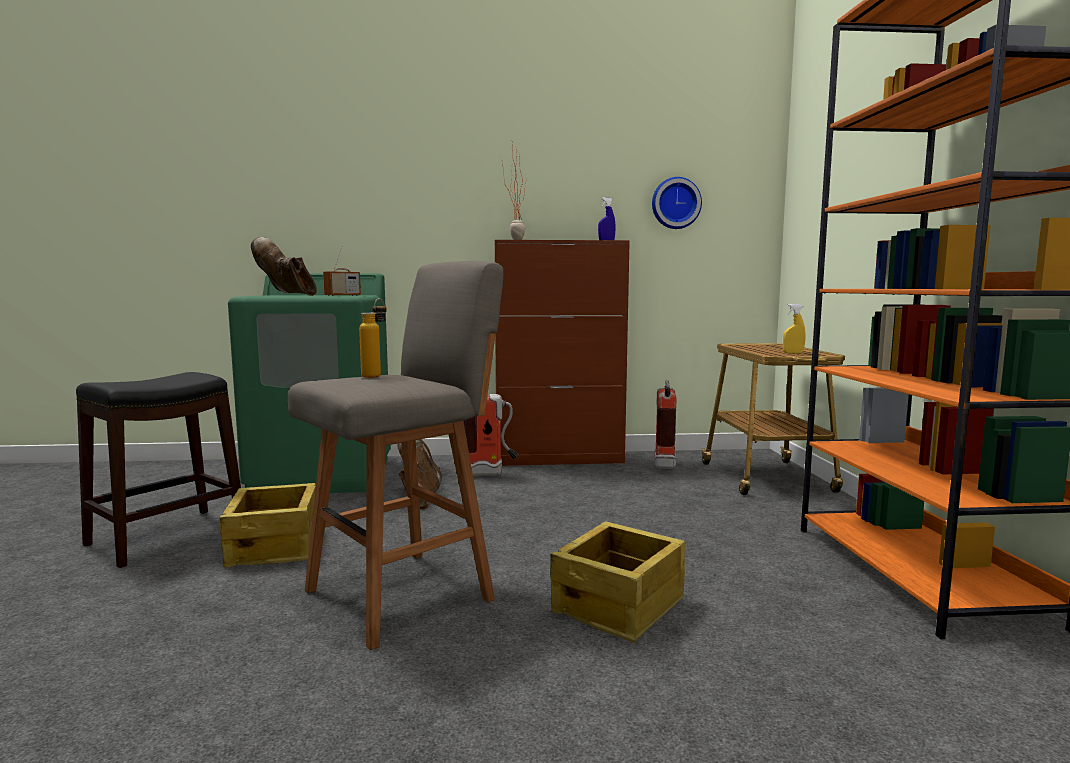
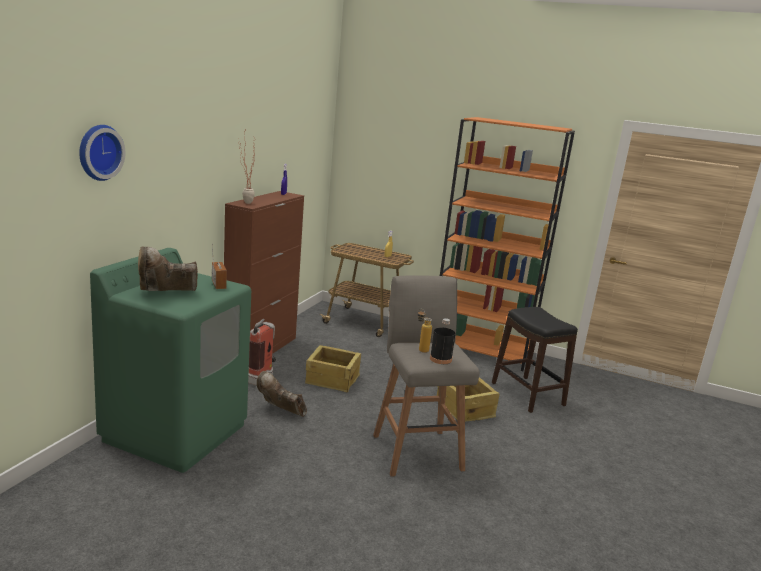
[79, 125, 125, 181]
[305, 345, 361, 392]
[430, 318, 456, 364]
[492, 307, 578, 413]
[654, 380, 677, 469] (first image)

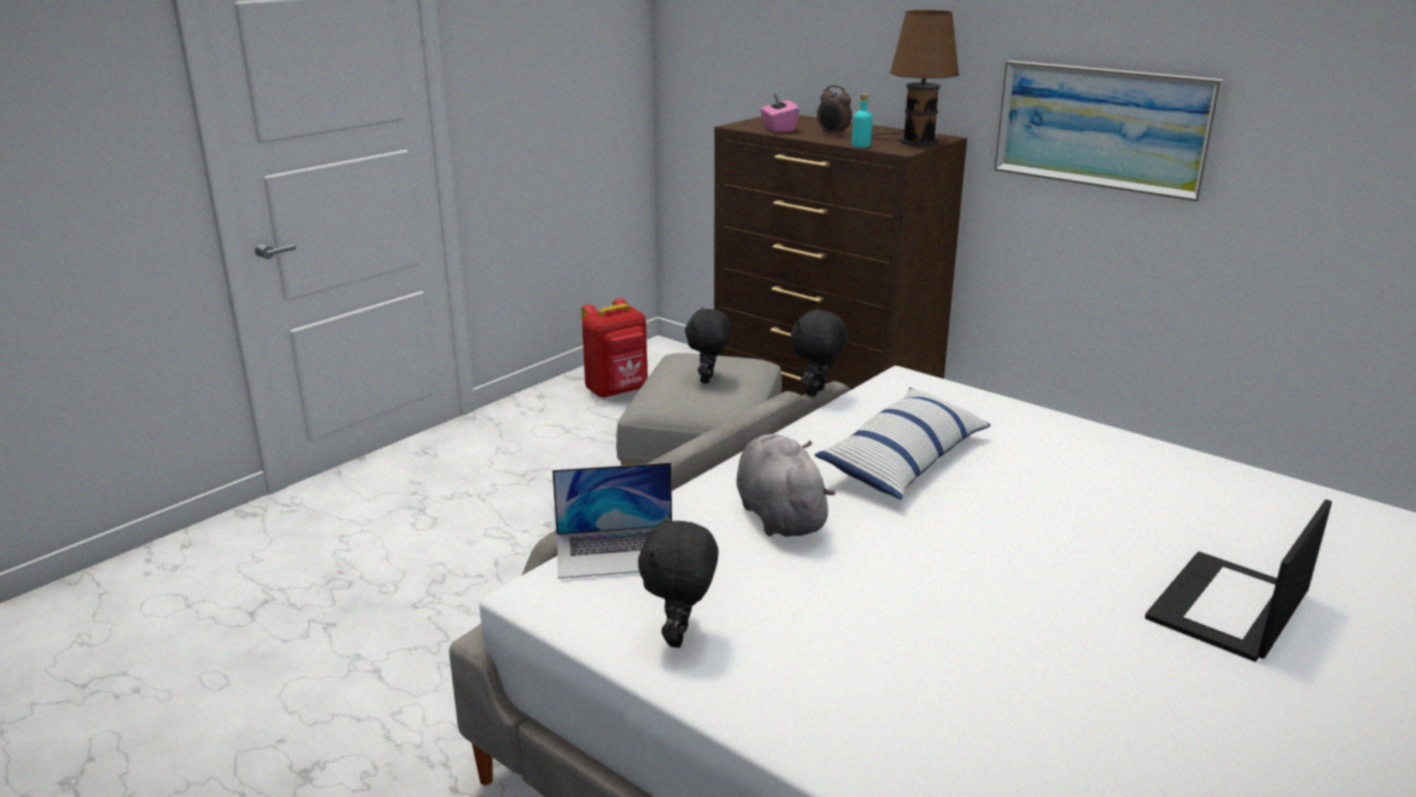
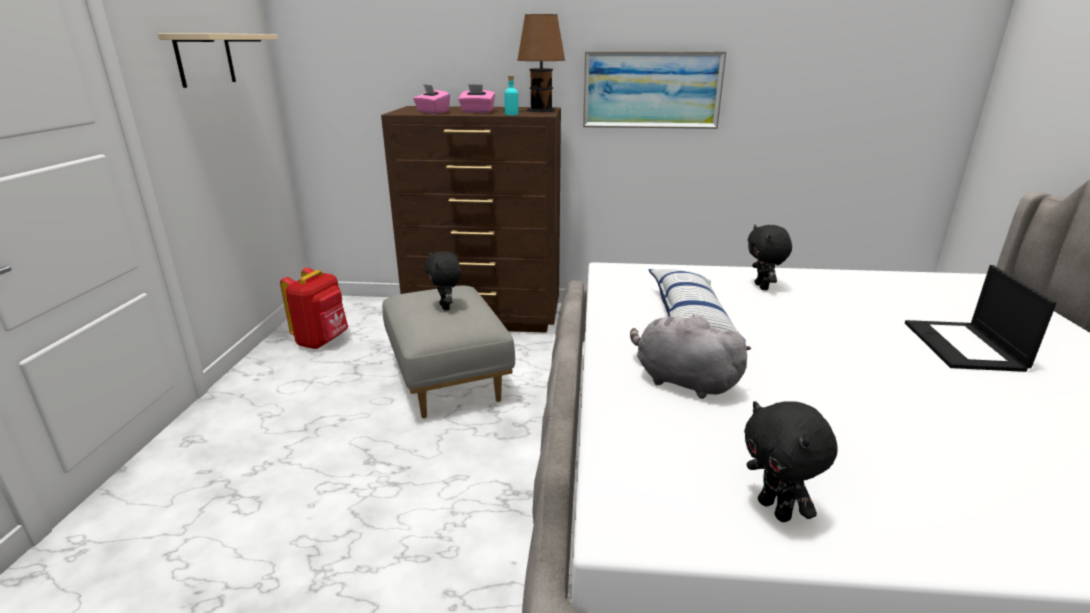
[158, 33, 278, 88]
[458, 84, 495, 113]
[748, 225, 792, 290]
[552, 462, 672, 579] (first image)

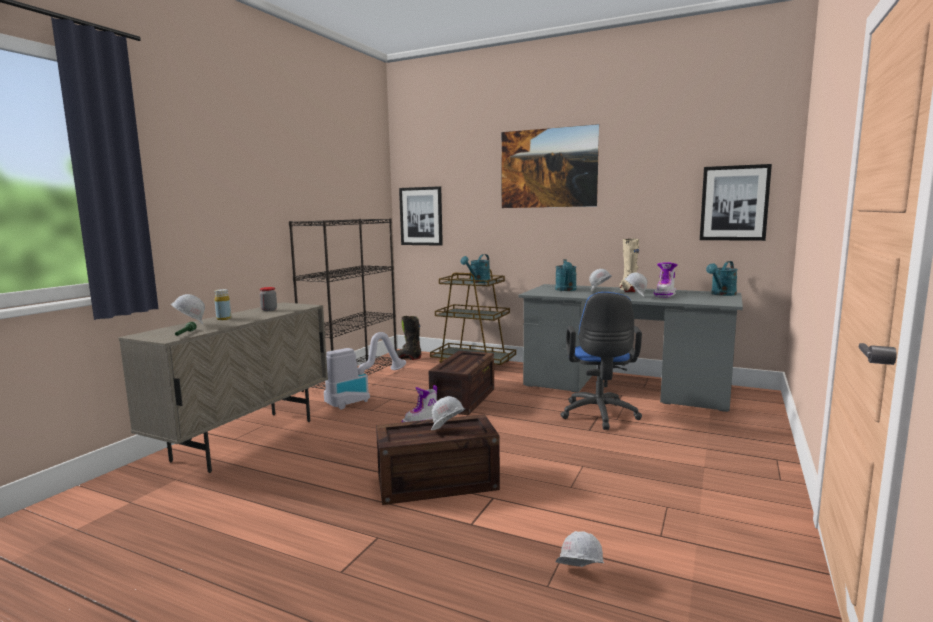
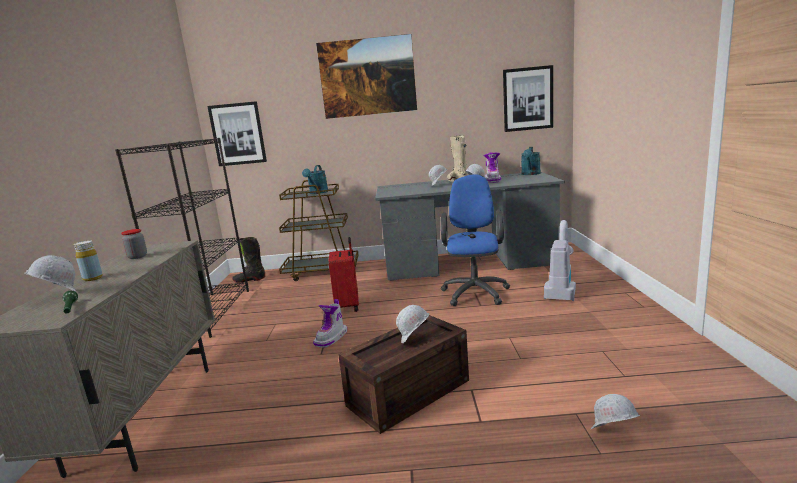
[328, 237, 359, 312]
[441, 174, 510, 306]
[544, 220, 576, 301]
[555, 259, 577, 291] (first image)

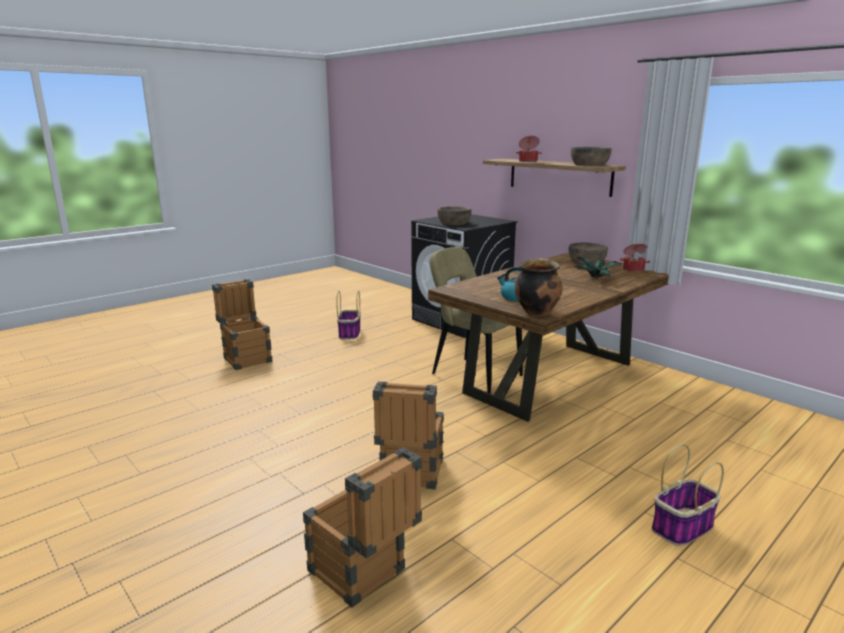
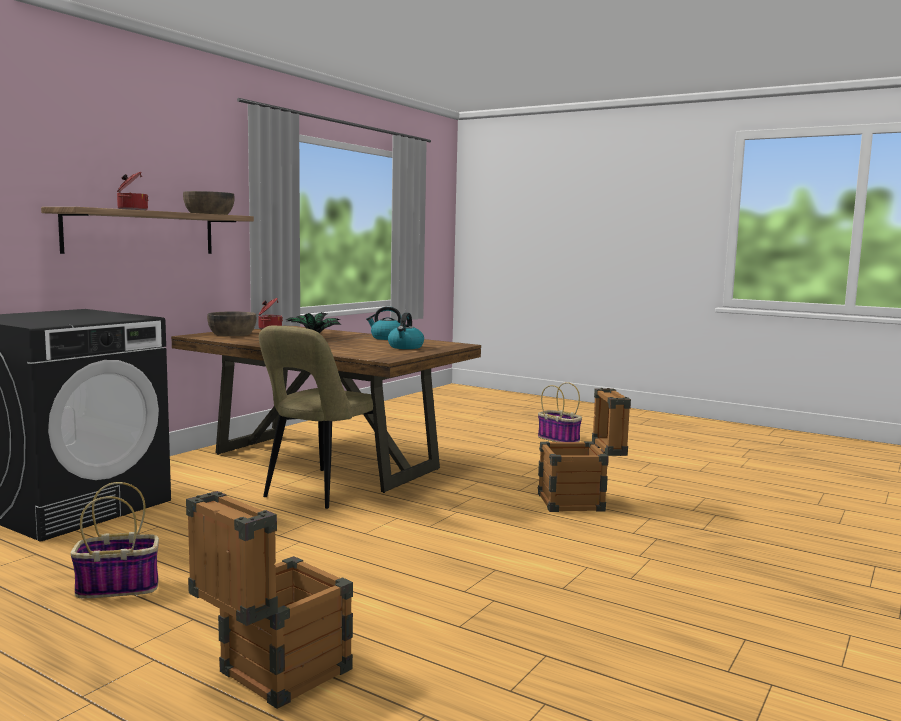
[366, 306, 401, 340]
[303, 447, 422, 608] (first image)
[437, 206, 472, 225] (first image)
[515, 258, 562, 316] (first image)

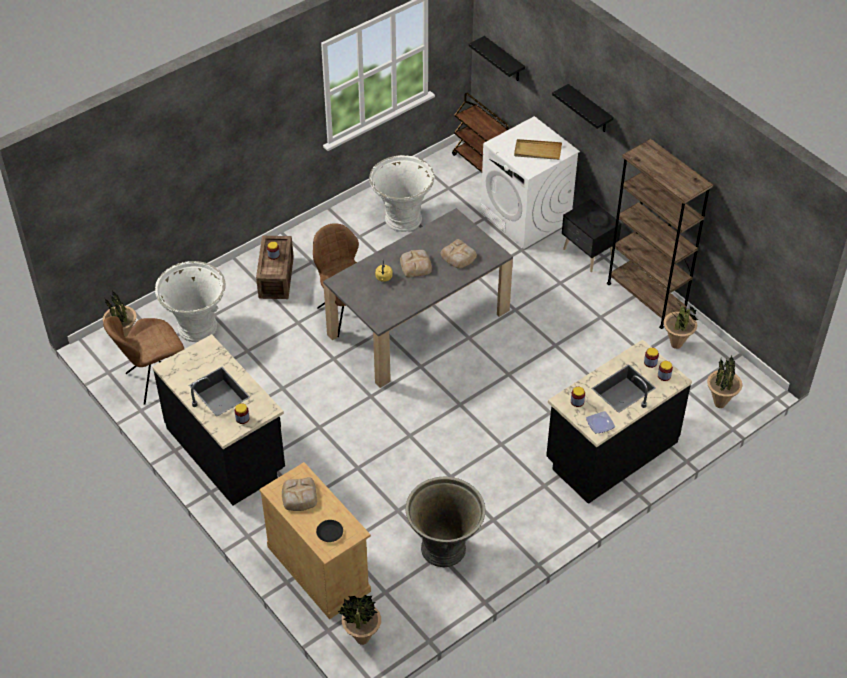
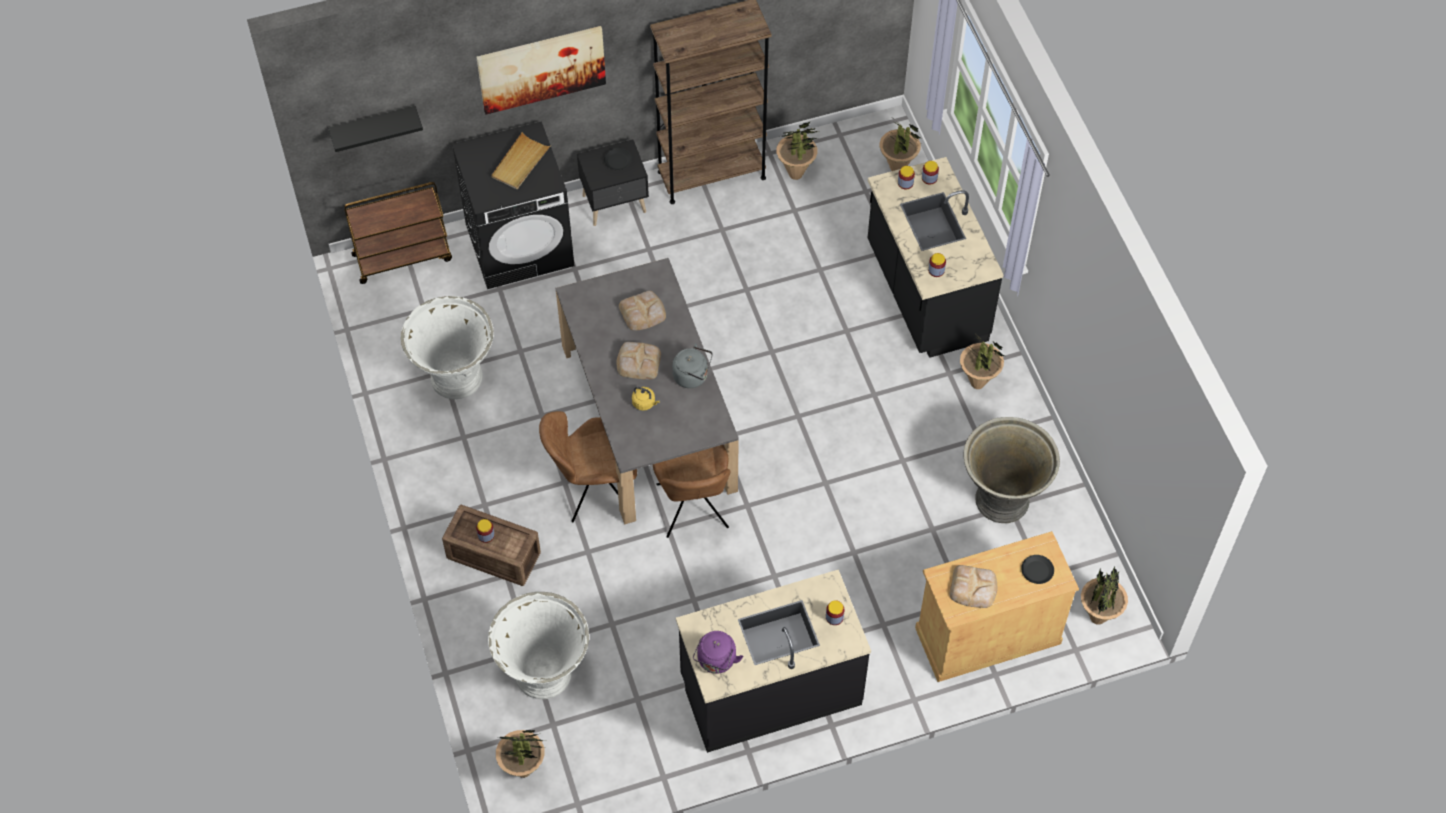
[452, 121, 574, 289]
[476, 26, 606, 115]
[653, 445, 730, 538]
[672, 344, 713, 388]
[693, 631, 743, 674]
[960, 337, 1004, 389]
[586, 411, 615, 434] (first image)

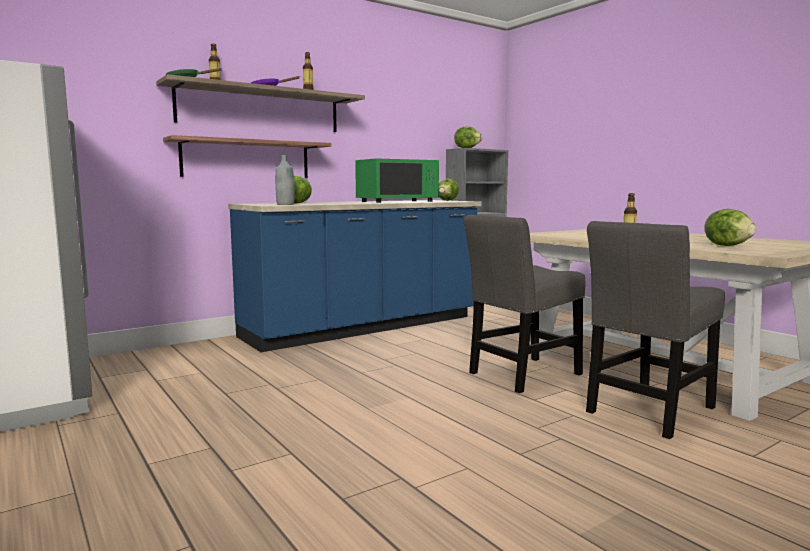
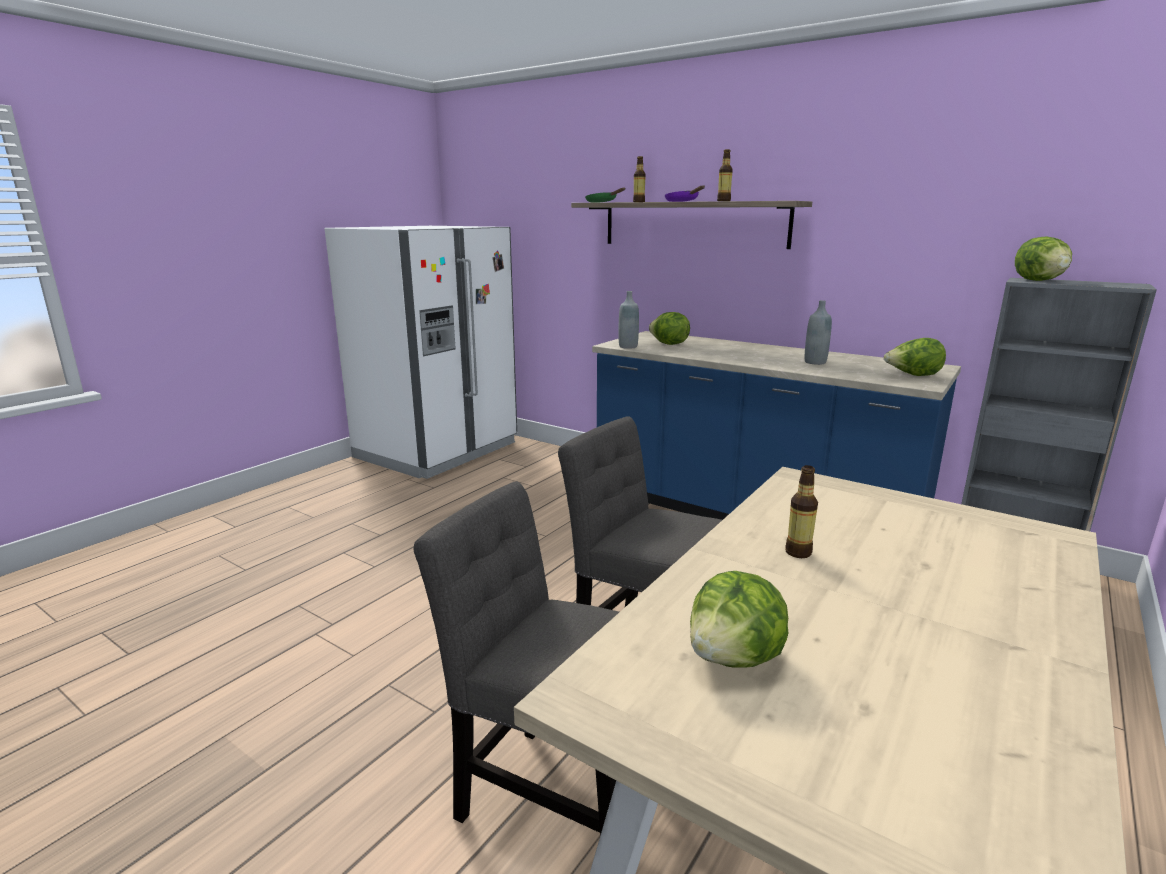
[805, 300, 832, 365]
[163, 135, 332, 178] (first image)

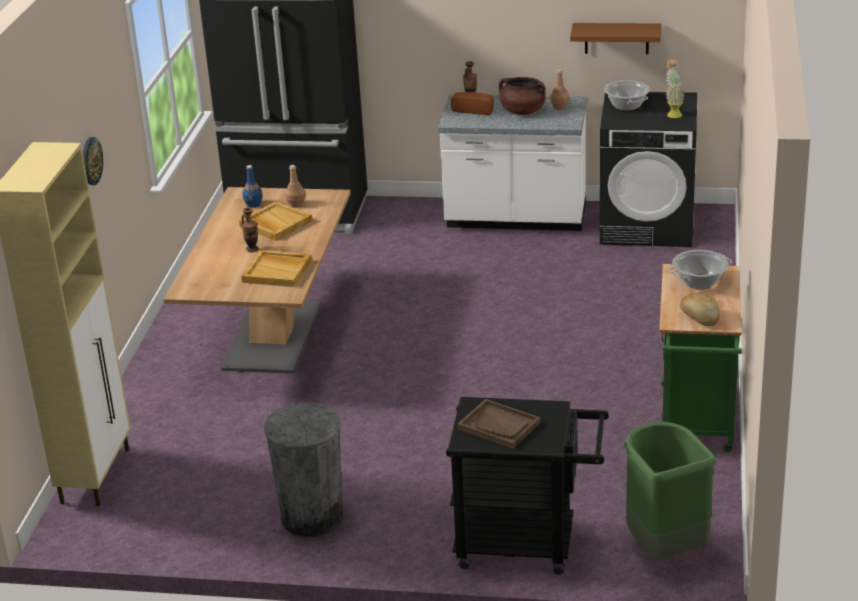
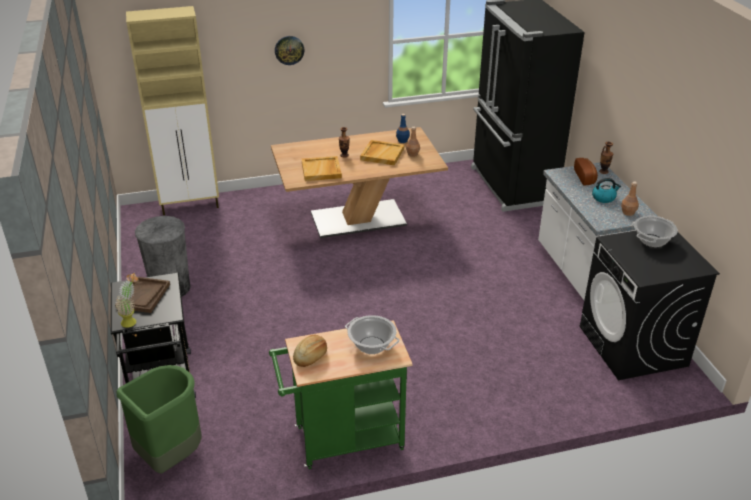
[115, 273, 139, 328]
[592, 178, 621, 203]
[570, 23, 661, 54] (first image)

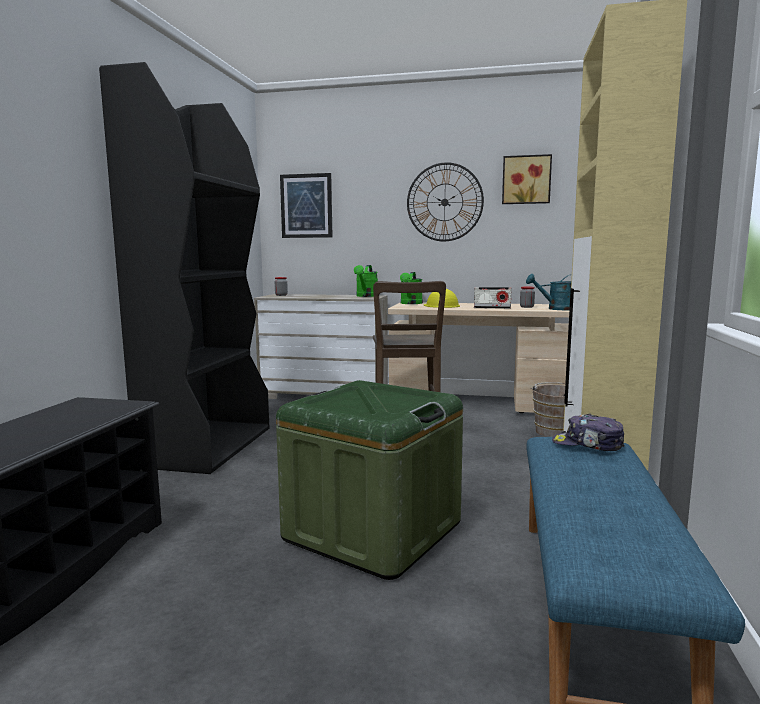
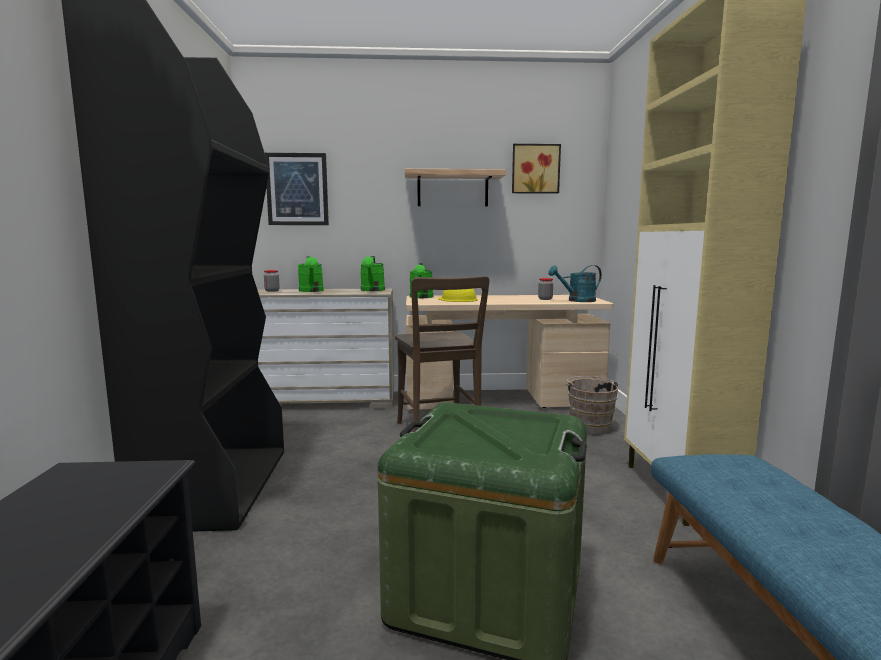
[298, 256, 324, 292]
[405, 169, 506, 207]
[474, 287, 512, 309] (first image)
[552, 413, 625, 451] (first image)

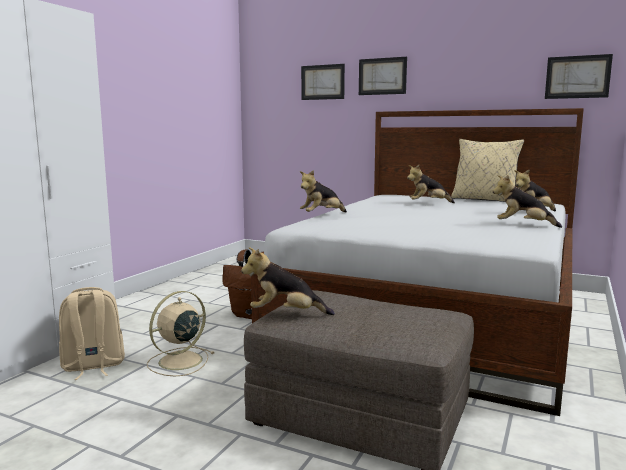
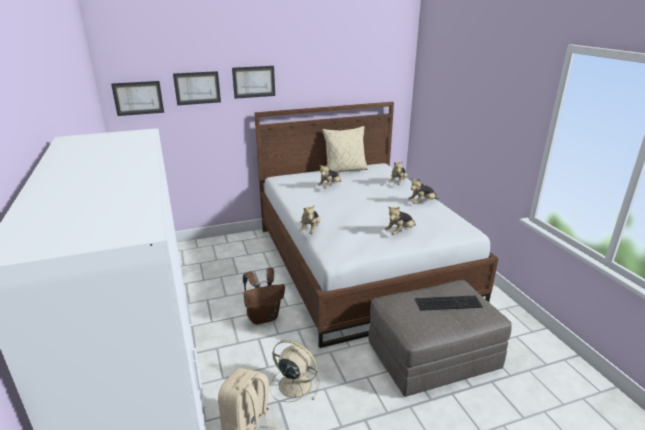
[111, 81, 164, 116]
[270, 340, 319, 402]
[384, 206, 416, 235]
[415, 295, 483, 311]

